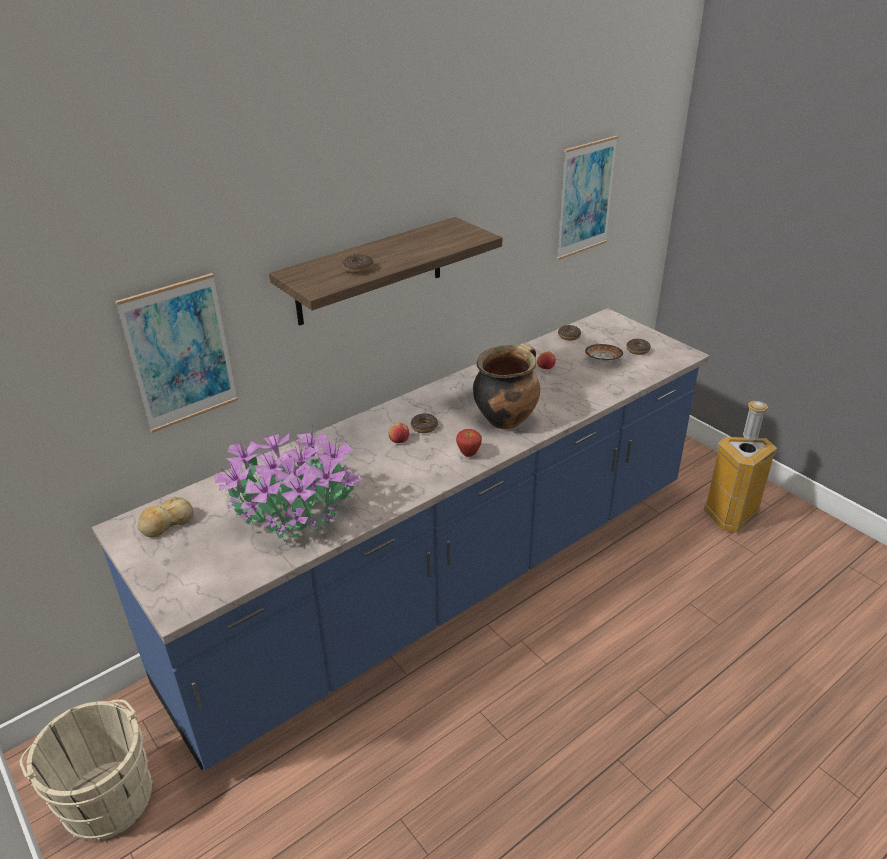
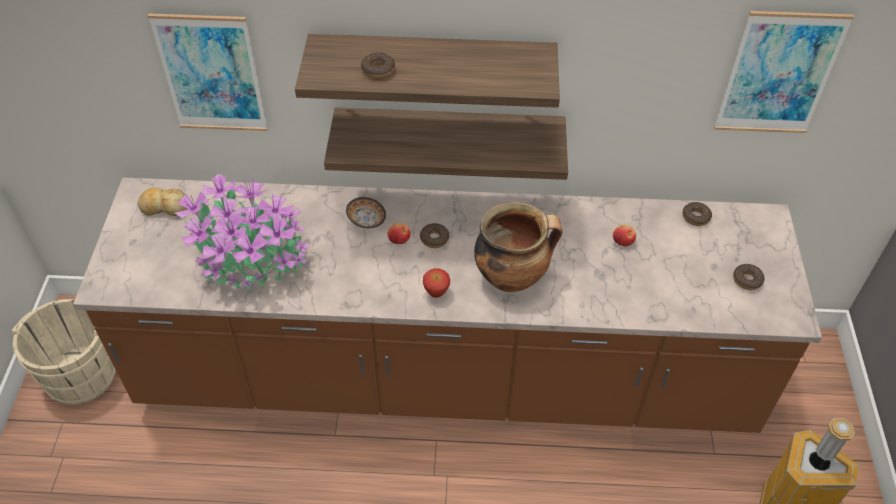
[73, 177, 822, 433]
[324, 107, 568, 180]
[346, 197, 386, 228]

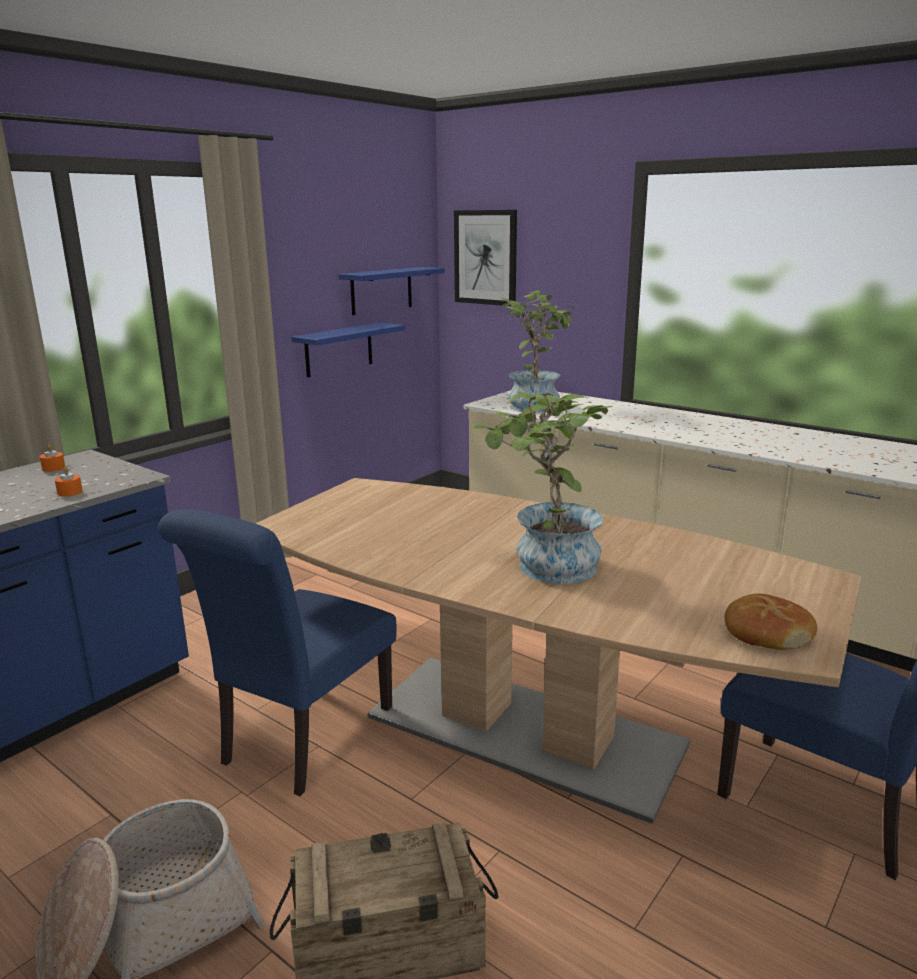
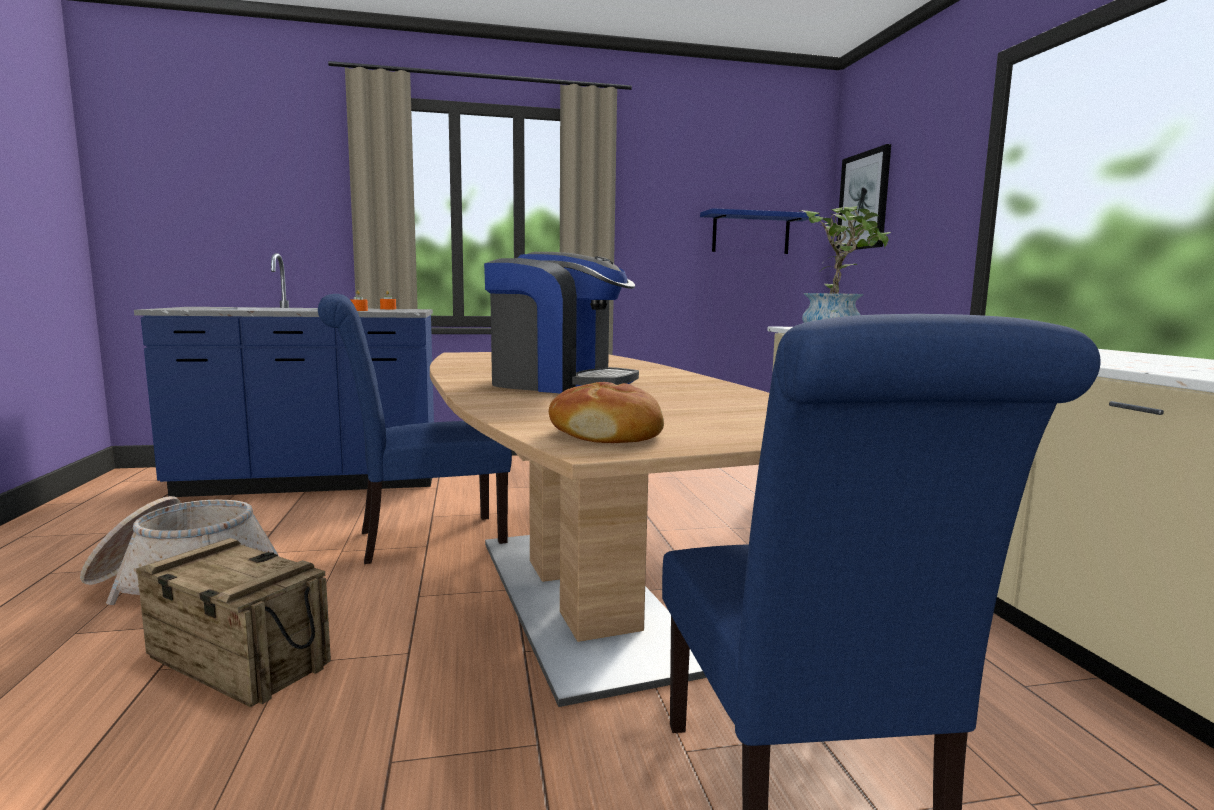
[484, 252, 639, 393]
[291, 323, 405, 377] (first image)

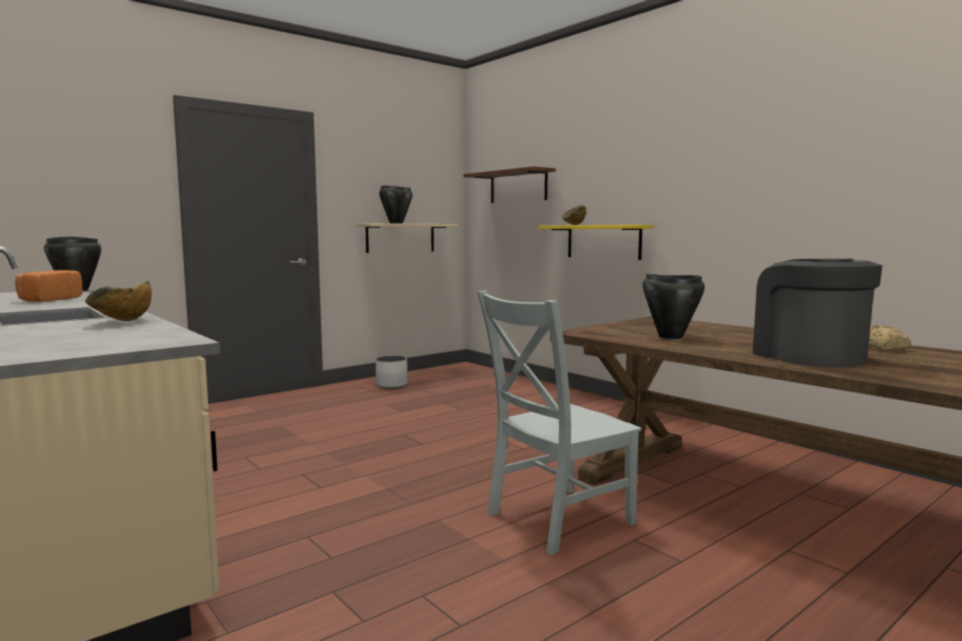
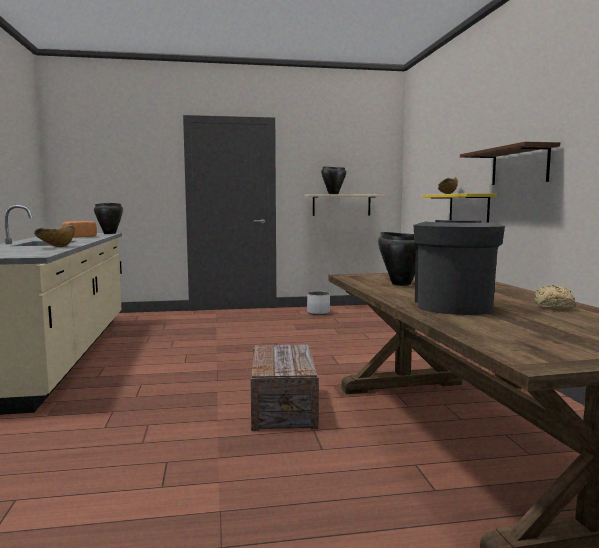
[251, 344, 319, 431]
[460, 142, 560, 185]

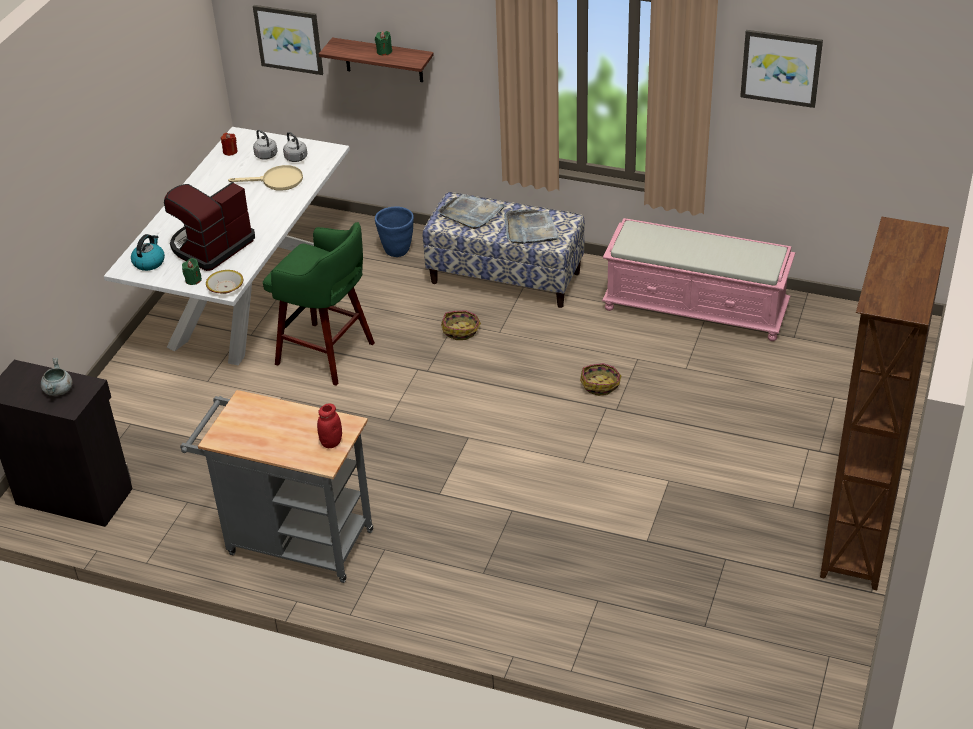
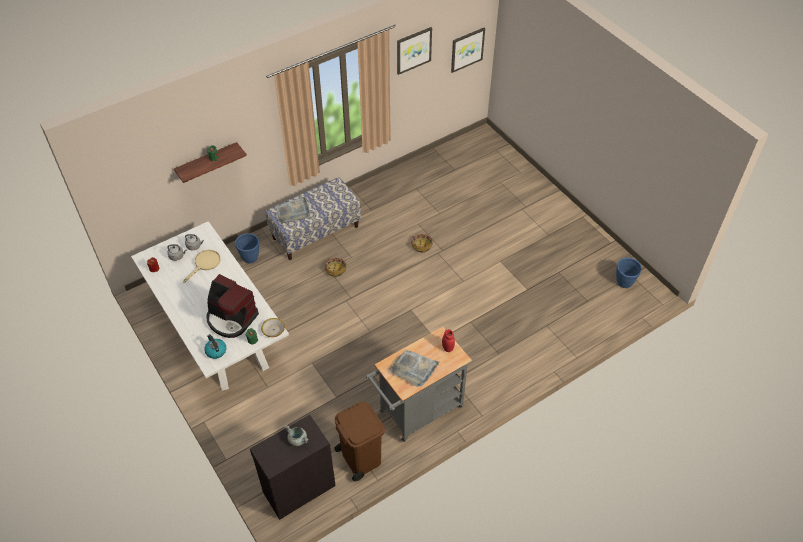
[207, 274, 259, 338]
[334, 402, 385, 481]
[390, 350, 440, 387]
[451, 27, 485, 73]
[616, 258, 642, 288]
[263, 222, 375, 386] (first image)
[602, 218, 795, 341] (first image)
[820, 217, 949, 590] (first image)

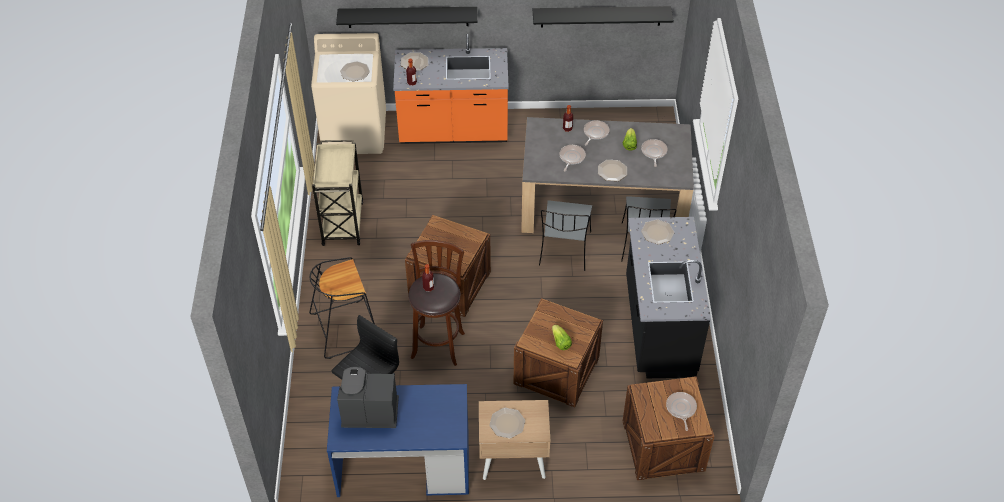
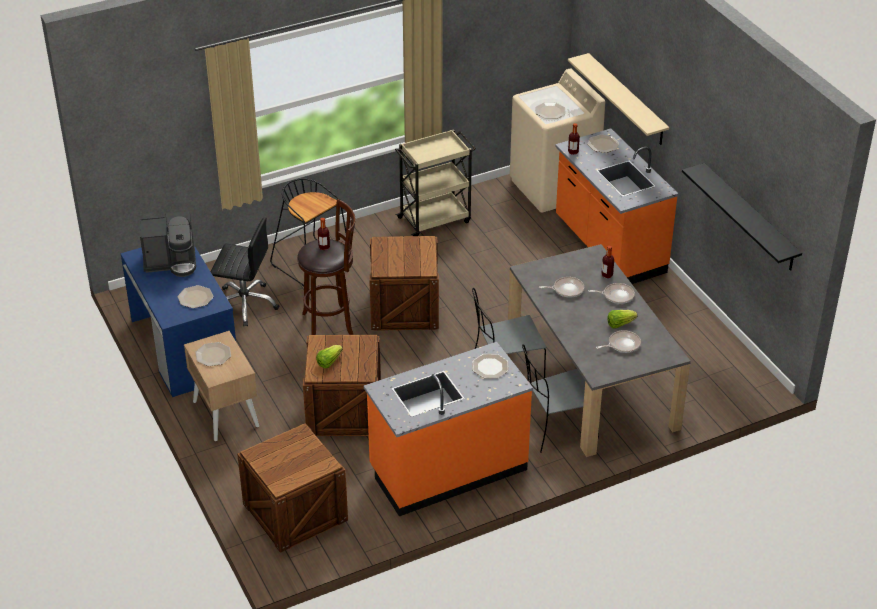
[139, 211, 196, 277]
[178, 285, 213, 308]
[364, 342, 533, 516]
[568, 53, 669, 145]
[666, 392, 697, 431] (first image)

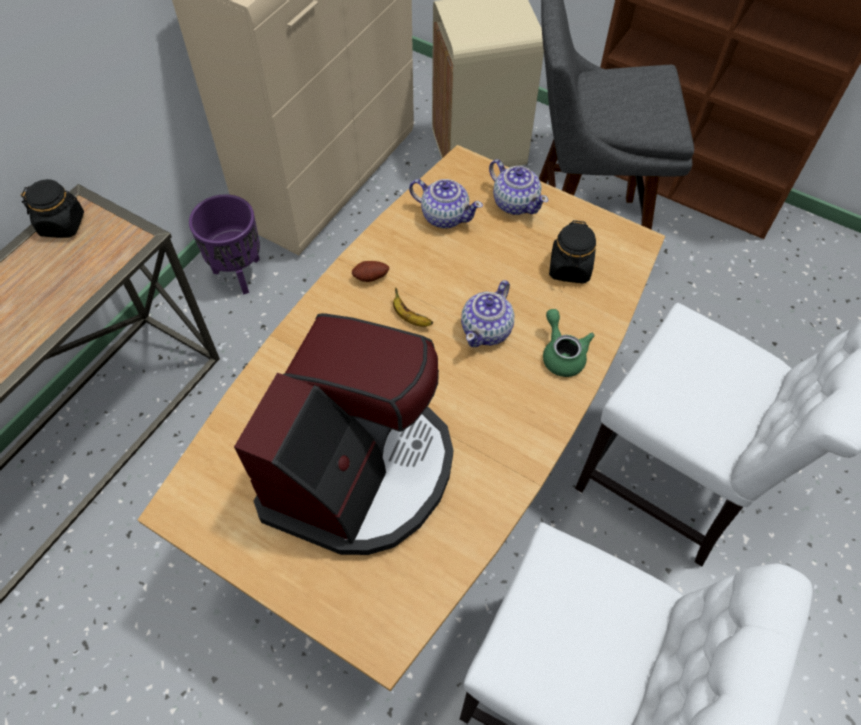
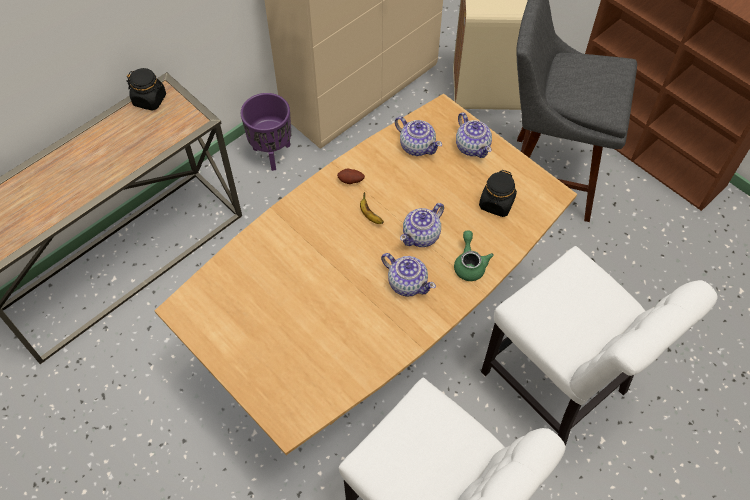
[381, 253, 436, 297]
[234, 313, 453, 555] (first image)

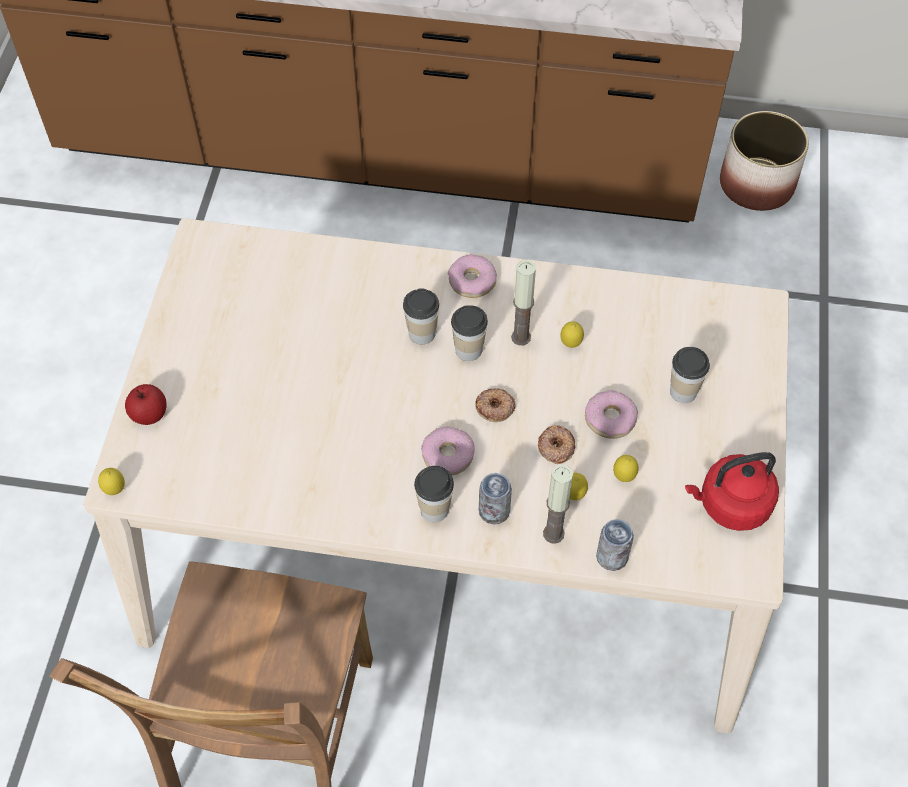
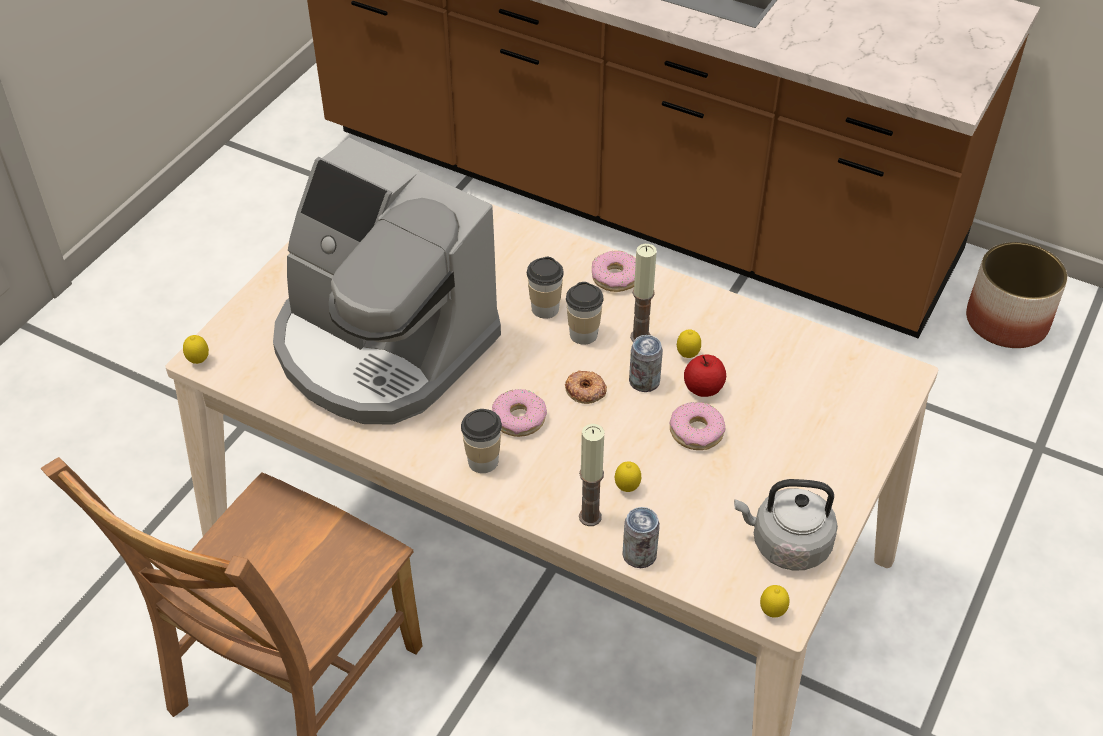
[273, 138, 501, 425]
[629, 335, 663, 392]
[684, 354, 726, 397]
[734, 479, 838, 571]
[760, 585, 789, 618]
[538, 425, 575, 464] (first image)
[670, 347, 710, 403] (first image)

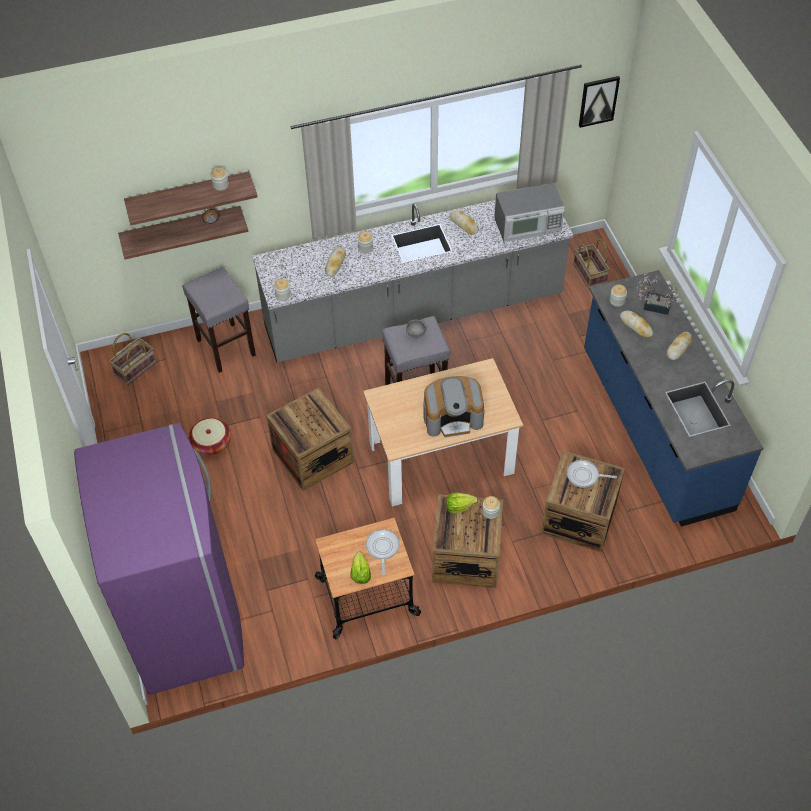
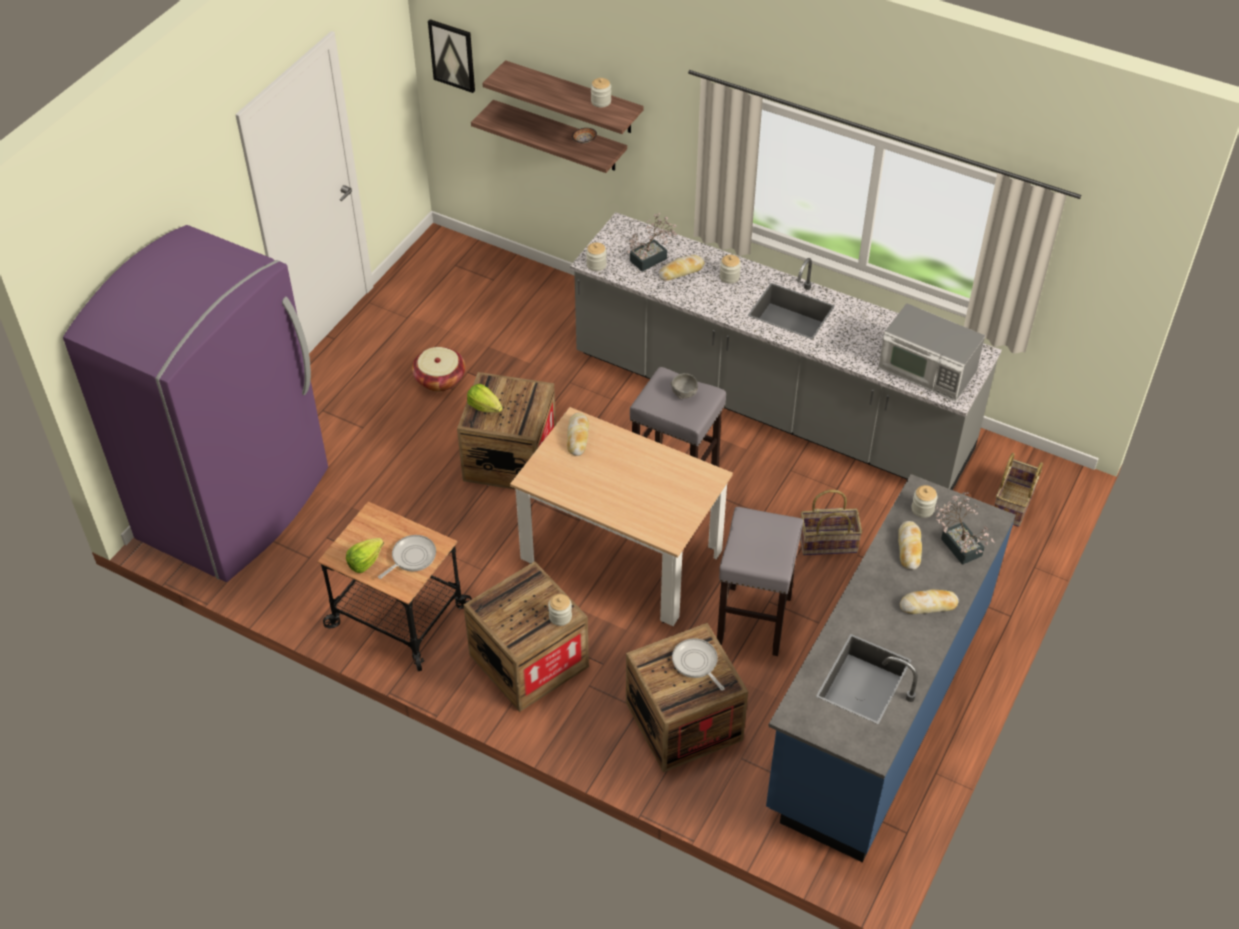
[428, 19, 475, 93]
[467, 384, 503, 413]
[567, 413, 589, 456]
[627, 213, 677, 272]
[717, 507, 803, 656]
[800, 490, 862, 555]
[423, 376, 484, 437] (first image)

